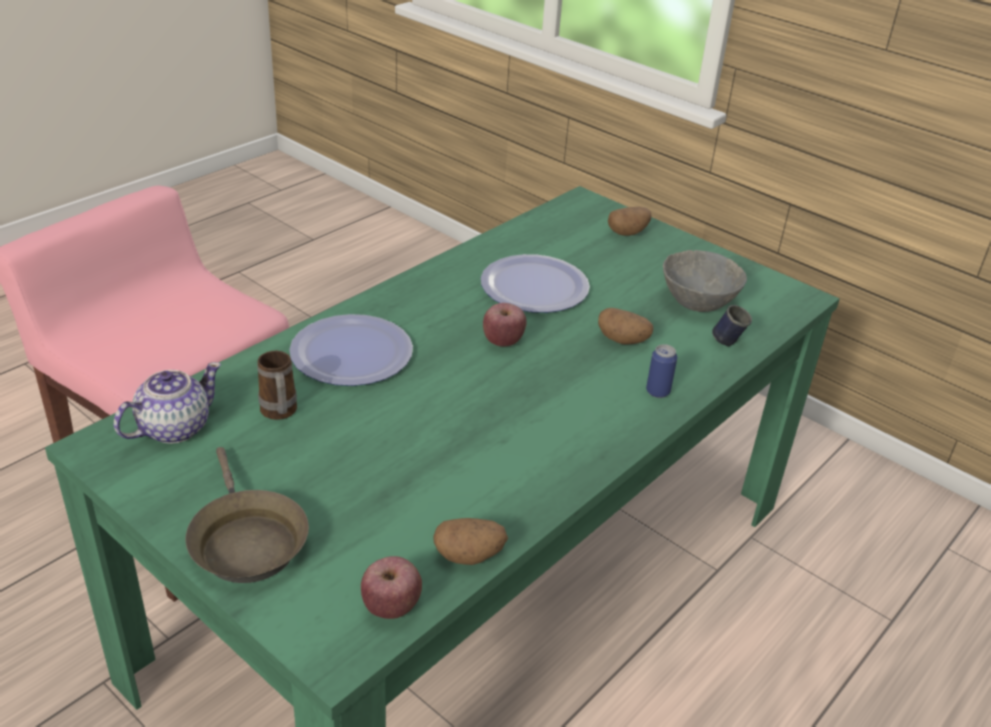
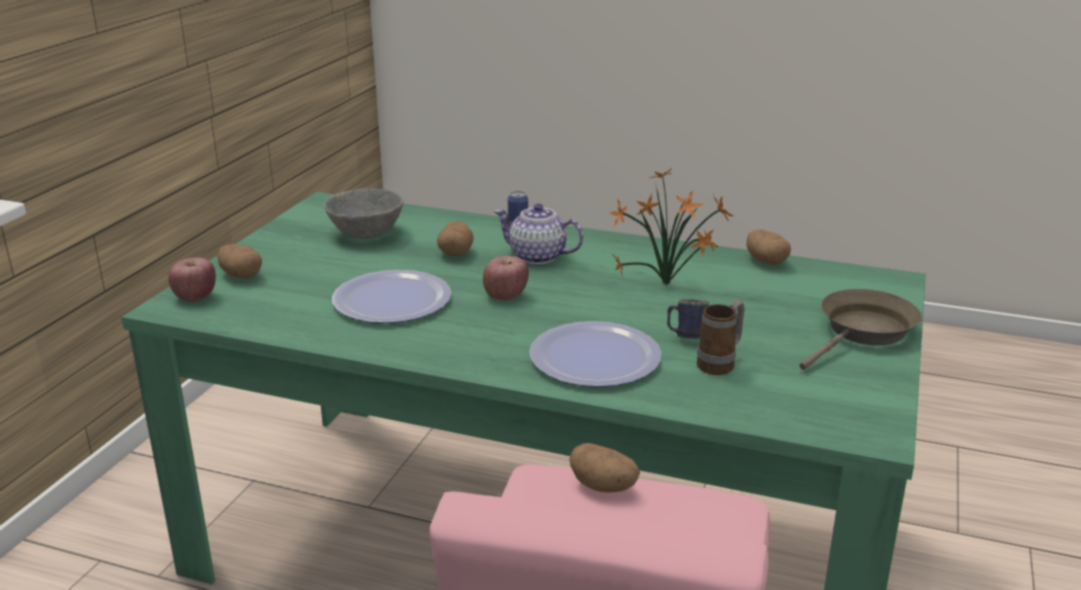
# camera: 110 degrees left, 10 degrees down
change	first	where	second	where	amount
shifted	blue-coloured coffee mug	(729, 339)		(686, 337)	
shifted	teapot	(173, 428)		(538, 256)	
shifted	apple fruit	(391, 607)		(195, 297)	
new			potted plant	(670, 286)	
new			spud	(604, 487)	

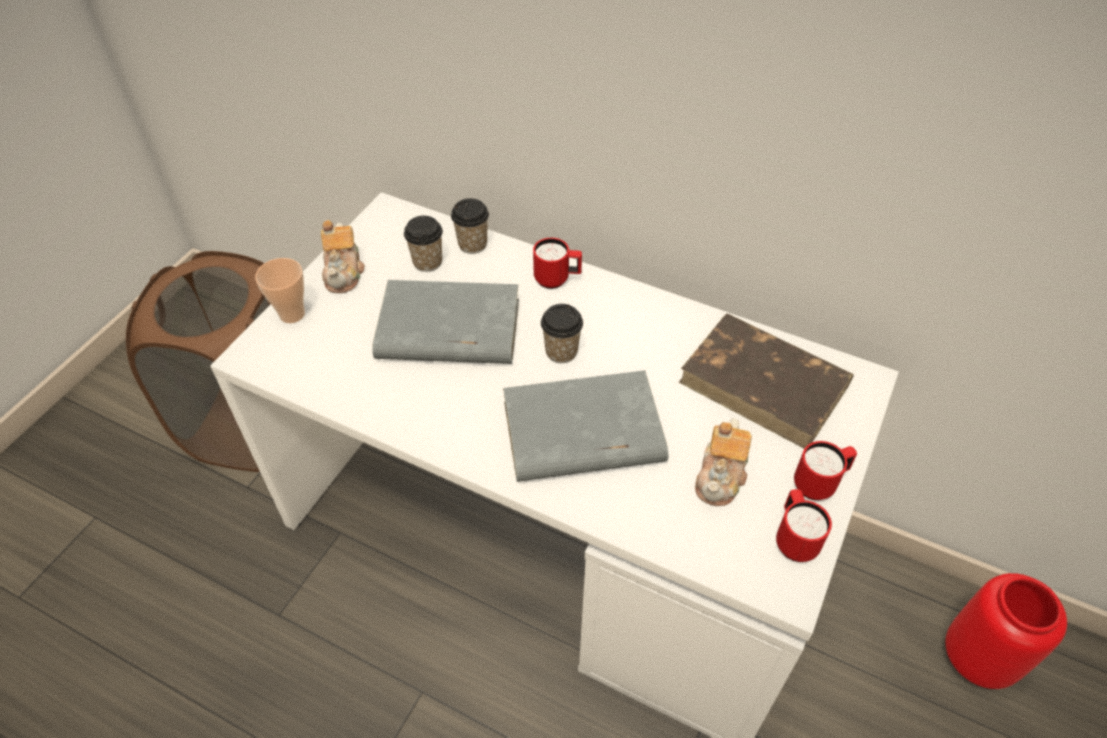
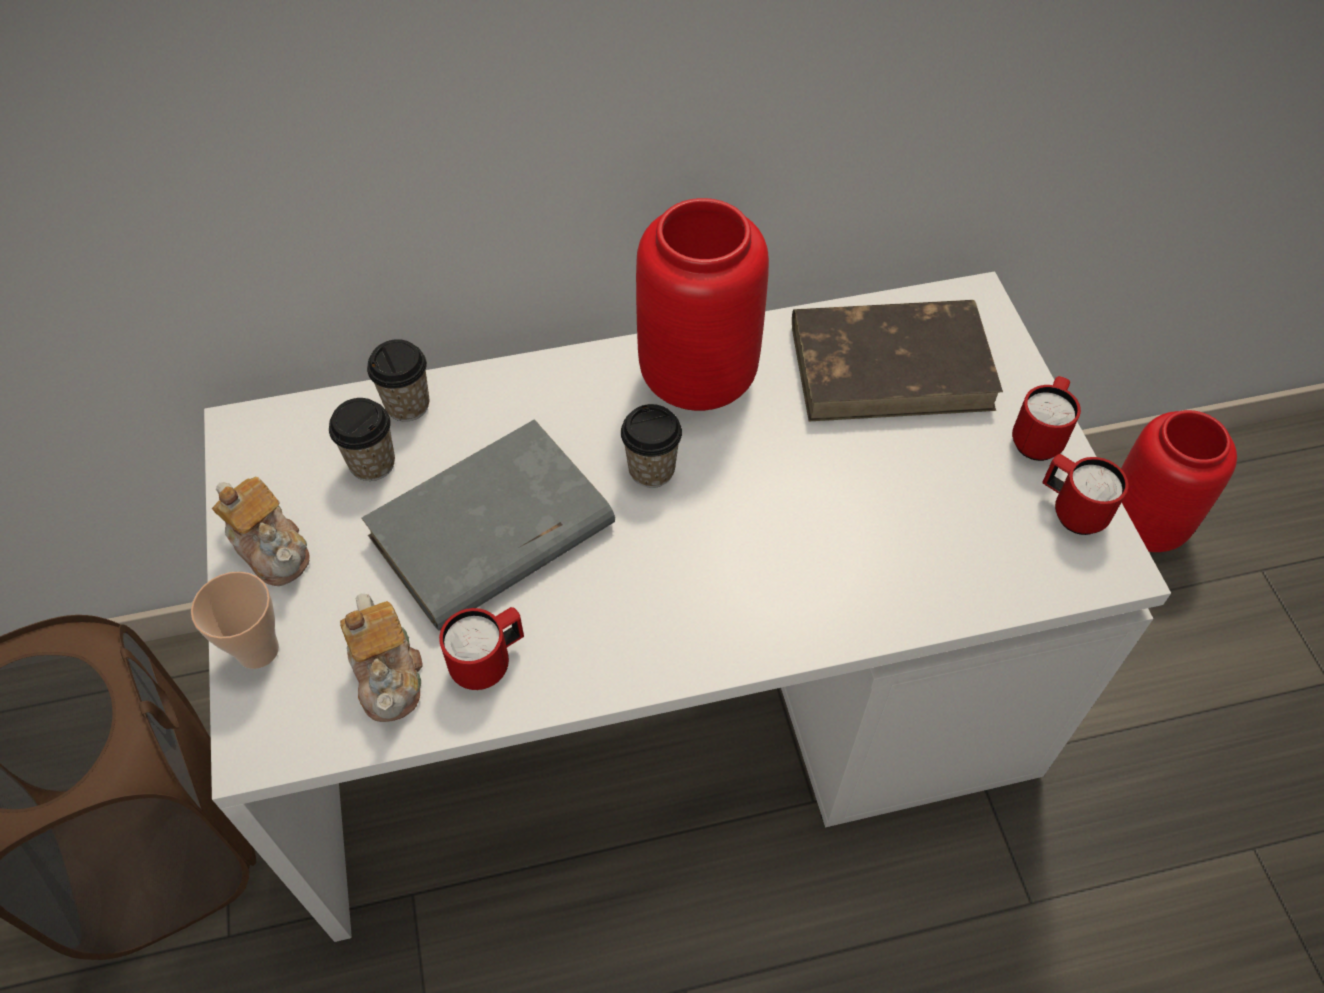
# camera: 40 degrees left, 5 degrees up
change	first	where	second	where	amount
shifted	red coffee mug	(557, 279)		(489, 662)	
gone	gray volume	(581, 433)			
shifted	teapot	(721, 477)		(389, 675)	
new			red decorative vase	(697, 380)	

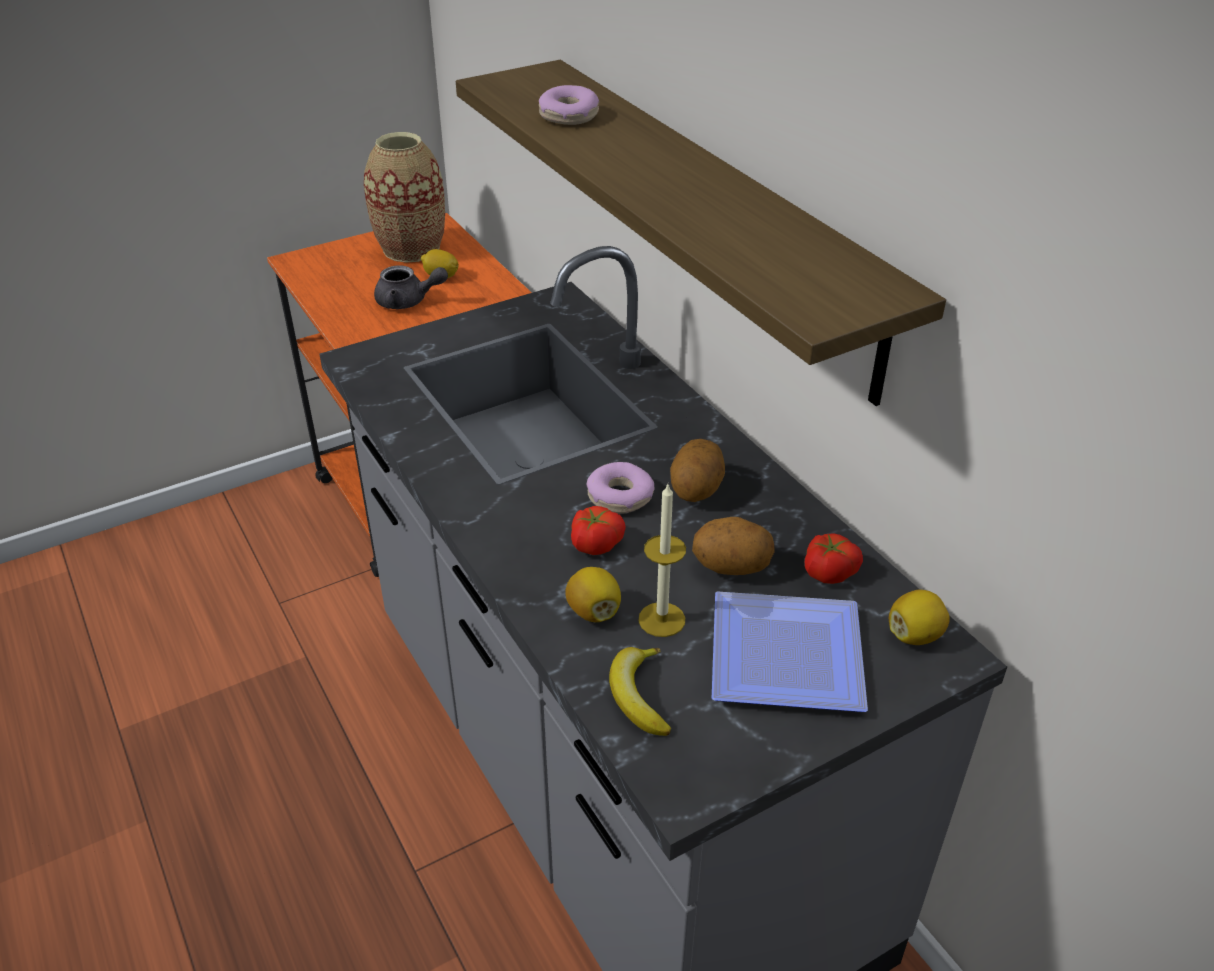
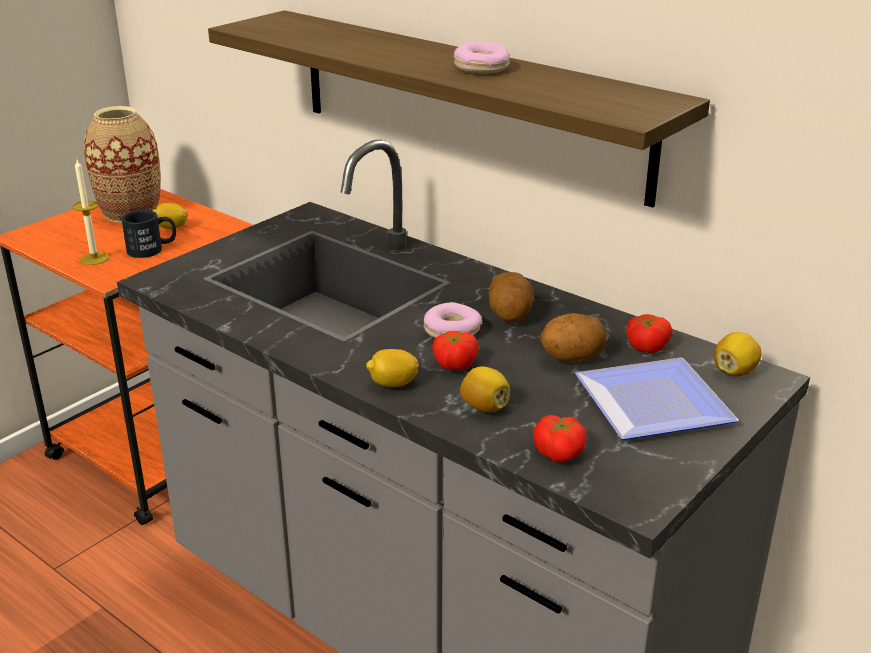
# camera: 20 degrees left, 10 degrees down
change	first	where	second	where	amount
shifted	ring doughnut	(568, 116)		(481, 68)	
swapped	gray teapot	(408, 302)	black coffee mug	(152, 249)	
shifted	candle	(661, 619)		(94, 258)	
swapped	whole banana	(639, 696)	fresh tomato	(560, 452)	
new			whole lemon	(393, 384)	

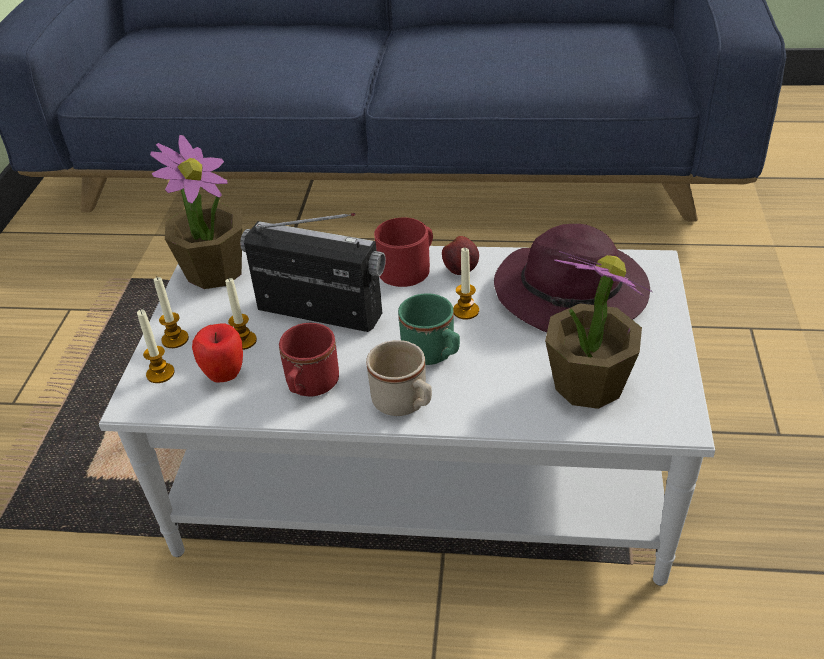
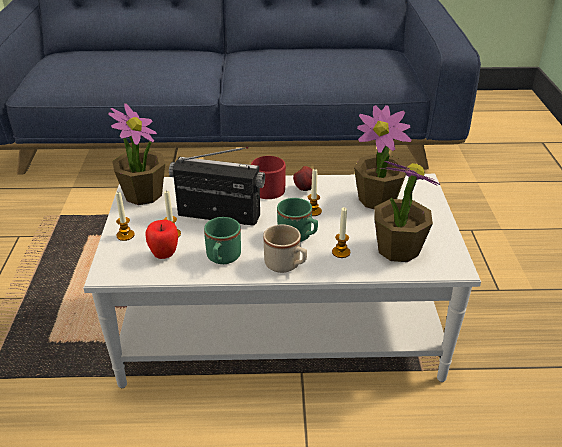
# camera: 10 degrees left, 5 degrees down
change	first	where	second	where	amount
swapped	purple-coloured wearable hat	(573, 294)	potted plant	(378, 199)	
shifted	candle	(160, 373)		(341, 252)	
repainted	red coffee mug	(310, 387)	green coffee mug	(222, 259)	

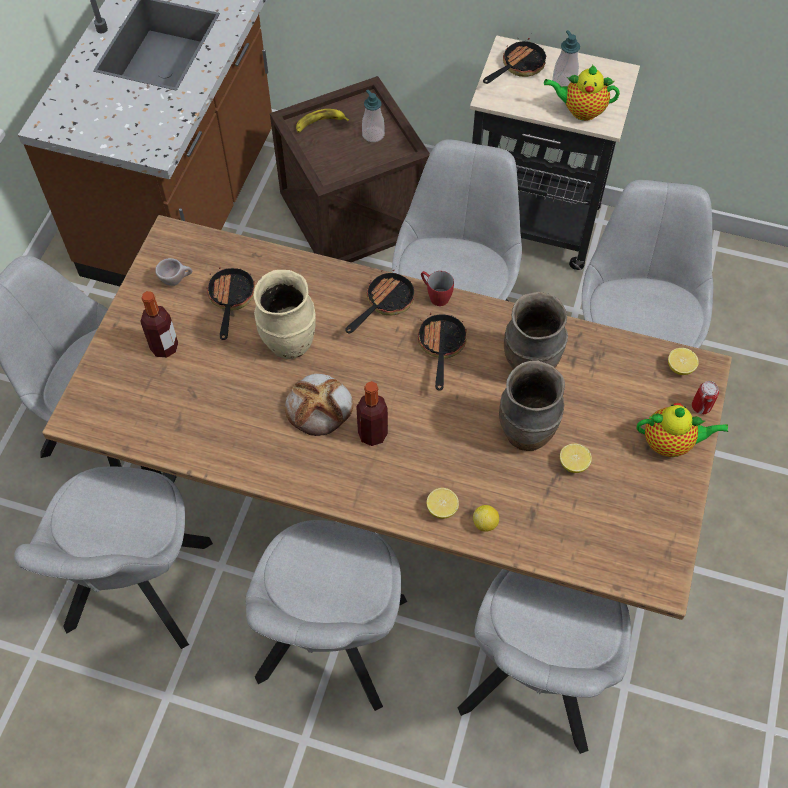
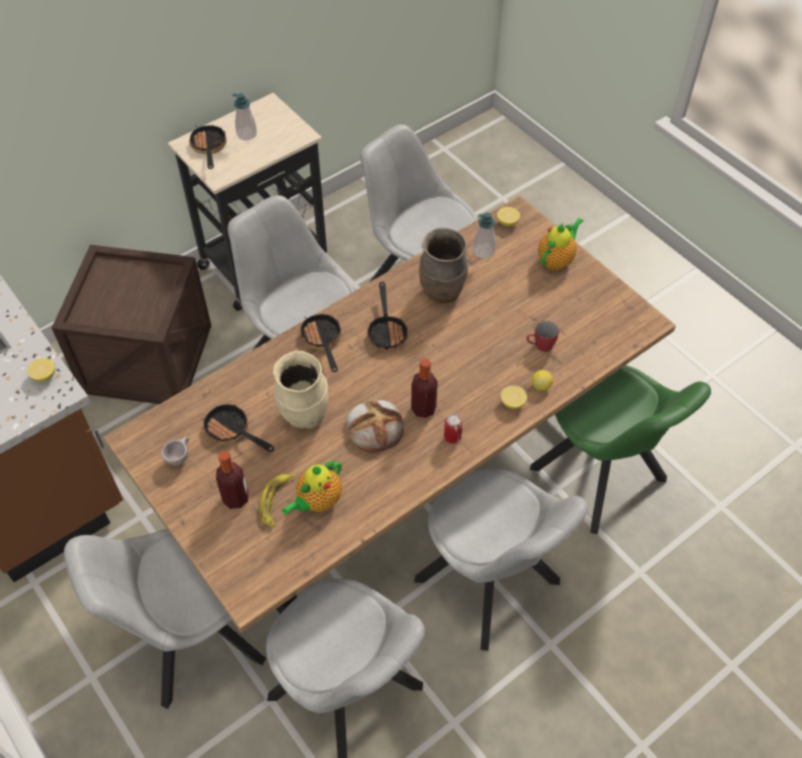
# camera: 55 degrees left, 5 degrees down
change	first	where	second	where	amount
shifted	teapot	(580, 111)		(317, 501)	
shifted	liquid soap bottle	(373, 135)		(484, 251)	
shifted	whole banana	(320, 123)		(276, 501)	
shifted	red coffee mug	(435, 295)		(540, 346)	
rotated	frying pan	(441, 347)		(387, 331)	135 degrees counterclockwise
gone	brownish decorative vase	(526, 433)			
shifted	metal can	(701, 406)		(452, 437)	
shifted	whole lemon	(573, 464)		(44, 375)	
repainted	gray upright chair	(534, 680)	green upright chair	(601, 476)	

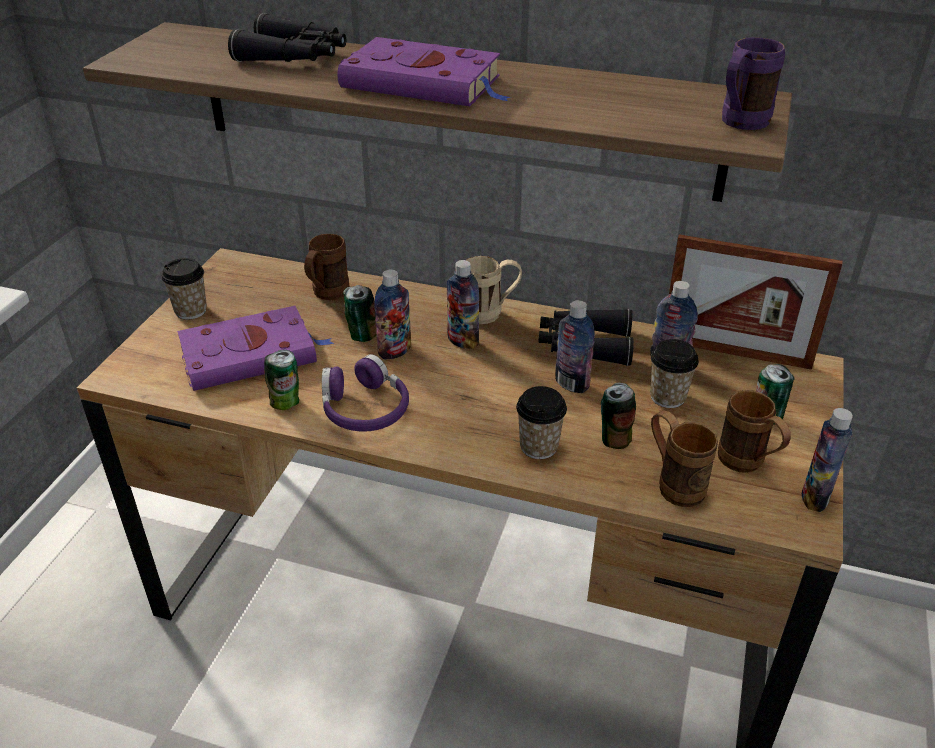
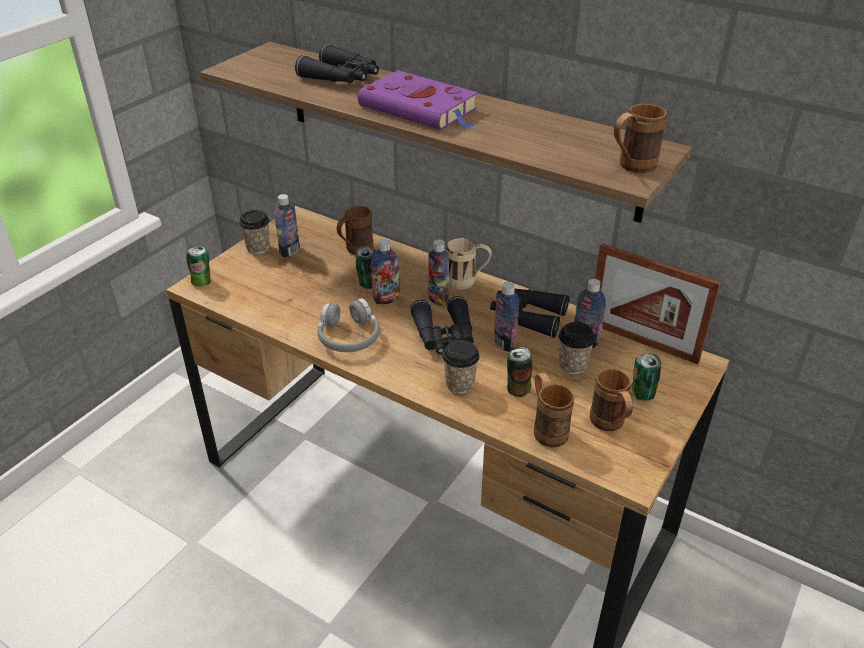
# camera: 15 degrees right, 0 degrees up
change	first	where	second	where	amount
repainted	purple-coloured coffee mug	(738, 124)	brownish coffee mug	(630, 167)	
gone	purple-coloured volume	(252, 354)			
shifted	metal can	(286, 403)		(202, 282)	
repainted	purple-coloured headphones	(364, 408)	gray headphones	(348, 336)	
shifted	drink bottle	(815, 497)		(289, 251)	
new			black pair of binoculars	(444, 336)	

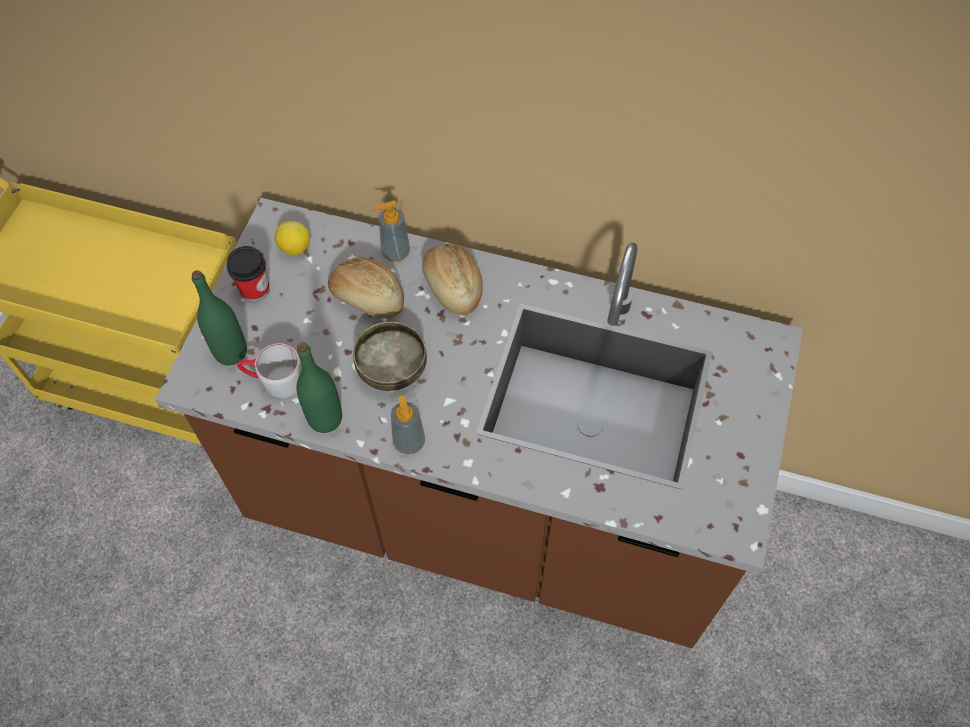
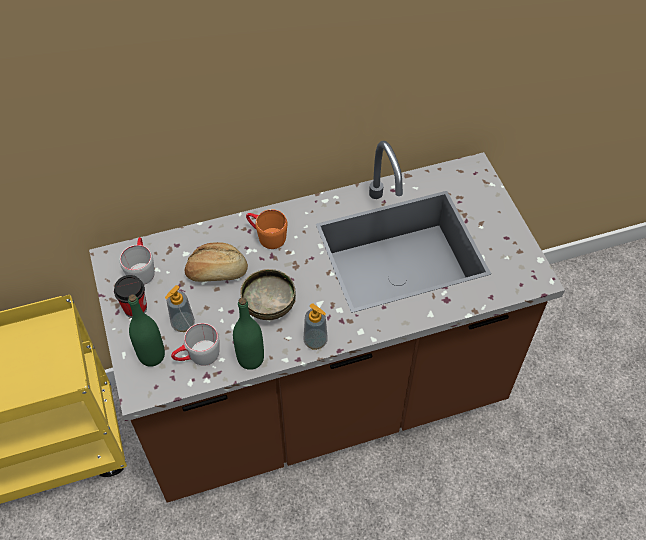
# camera: 35 degrees left, 5 degrees down
change	first	where	second	where	amount
shifted	liquid soap bottle	(395, 252)		(183, 324)	
swapped	whole lemon	(294, 248)	gray coffee mug	(141, 268)	
swapped	bakery bread	(453, 286)	orangey coffee mug	(266, 236)	

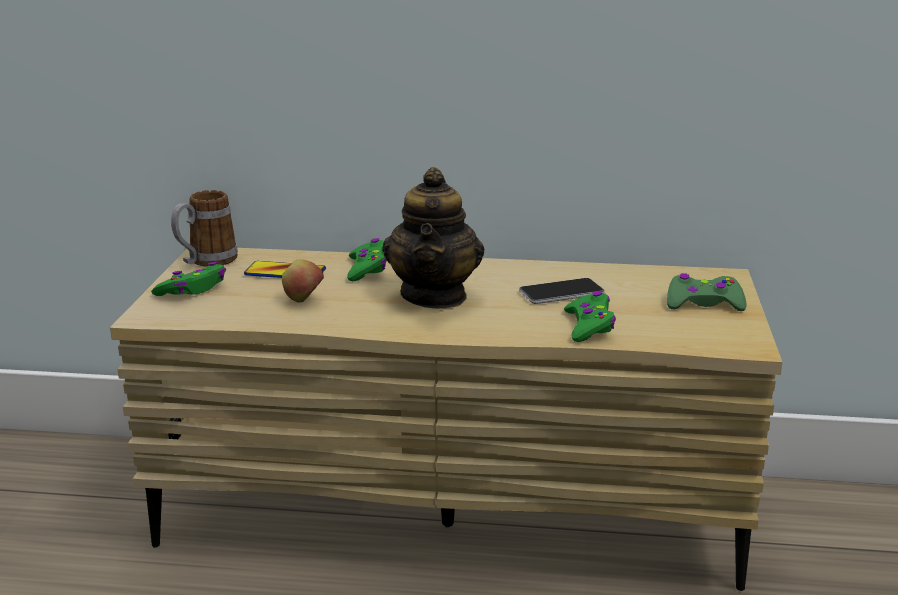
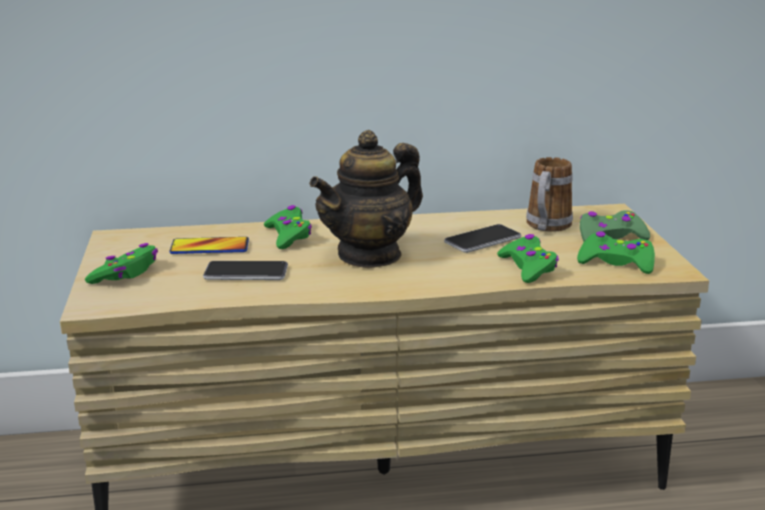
# camera: 15 degrees left, 0 degrees up
change	first	where	second	where	amount
rotated	teapot	(434, 296)		(370, 255)	60 degrees clockwise
shifted	coffee mug	(206, 262)		(546, 227)	
swapped	apple fruit	(303, 301)	handset	(246, 272)	
new			green game controller	(616, 262)	

